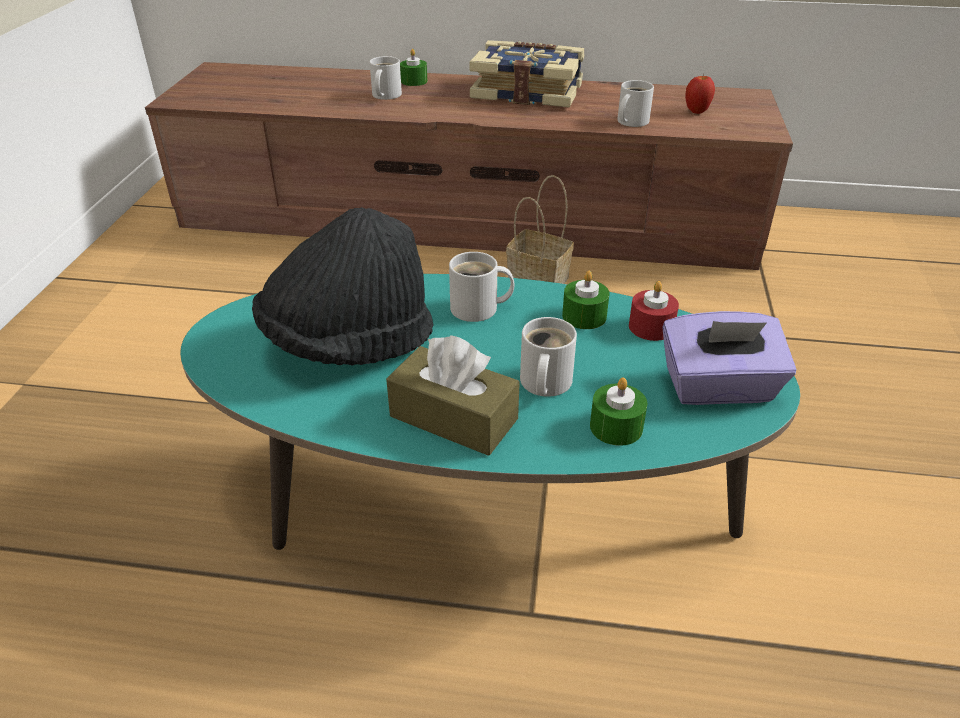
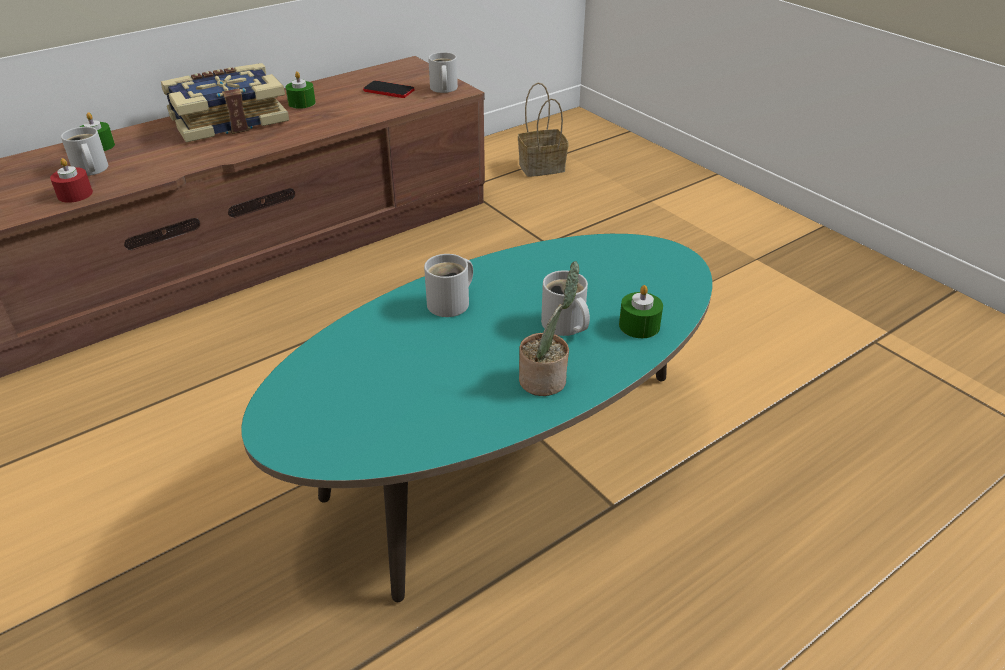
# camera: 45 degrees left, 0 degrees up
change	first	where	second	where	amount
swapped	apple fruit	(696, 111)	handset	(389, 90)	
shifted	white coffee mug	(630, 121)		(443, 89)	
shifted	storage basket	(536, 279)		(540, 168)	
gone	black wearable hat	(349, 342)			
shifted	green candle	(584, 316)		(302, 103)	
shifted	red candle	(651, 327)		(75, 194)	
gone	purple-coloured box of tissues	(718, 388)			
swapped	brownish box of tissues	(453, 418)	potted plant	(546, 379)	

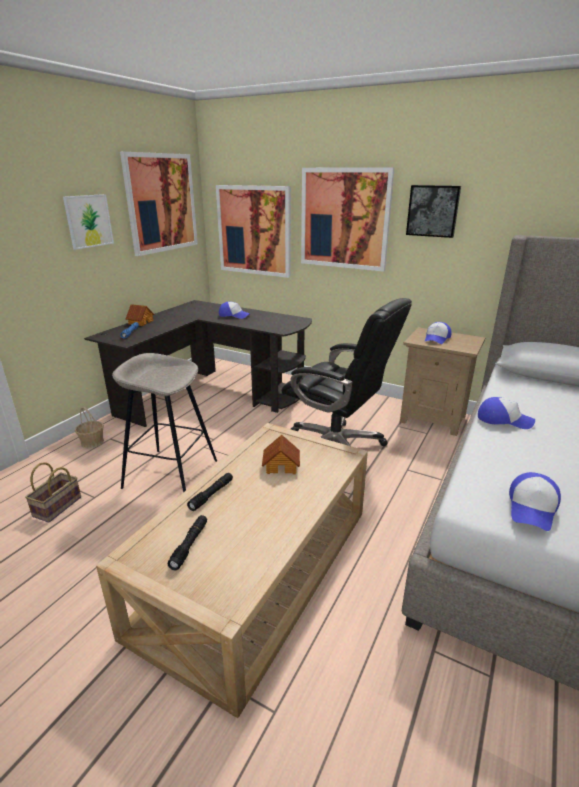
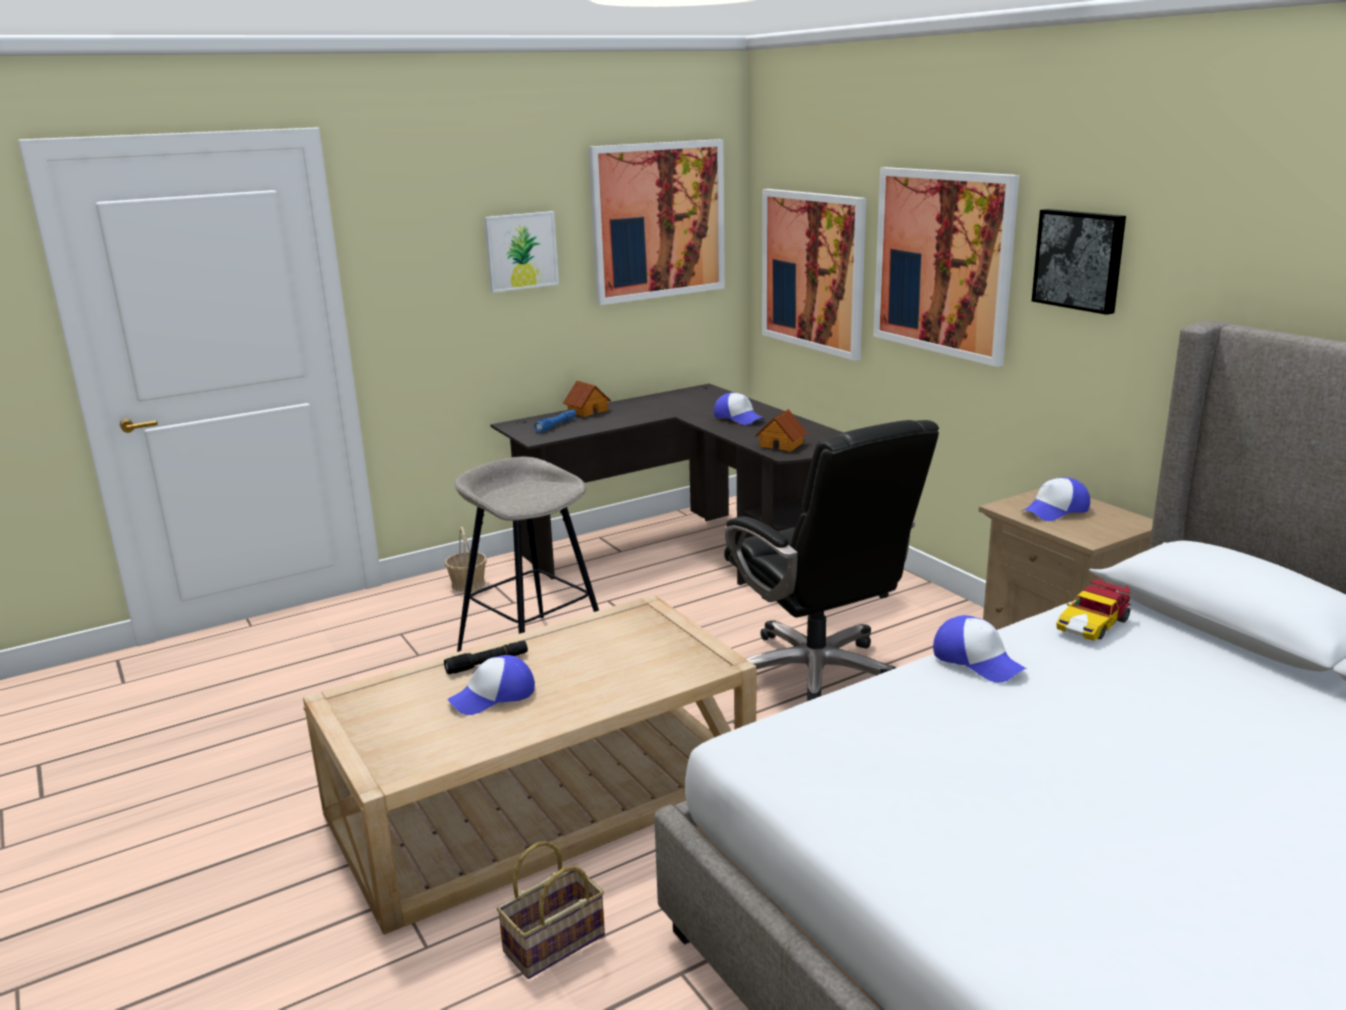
# camera: 30 degrees right, 5 degrees down
change	first	where	second	where	amount
shifted	miniature house	(281, 465)		(782, 445)	
shifted	storage basket	(57, 507)		(553, 945)	
shifted	cap	(532, 508)		(493, 696)	
gone	black flashlight	(189, 545)			
new			miniature car	(1093, 624)	

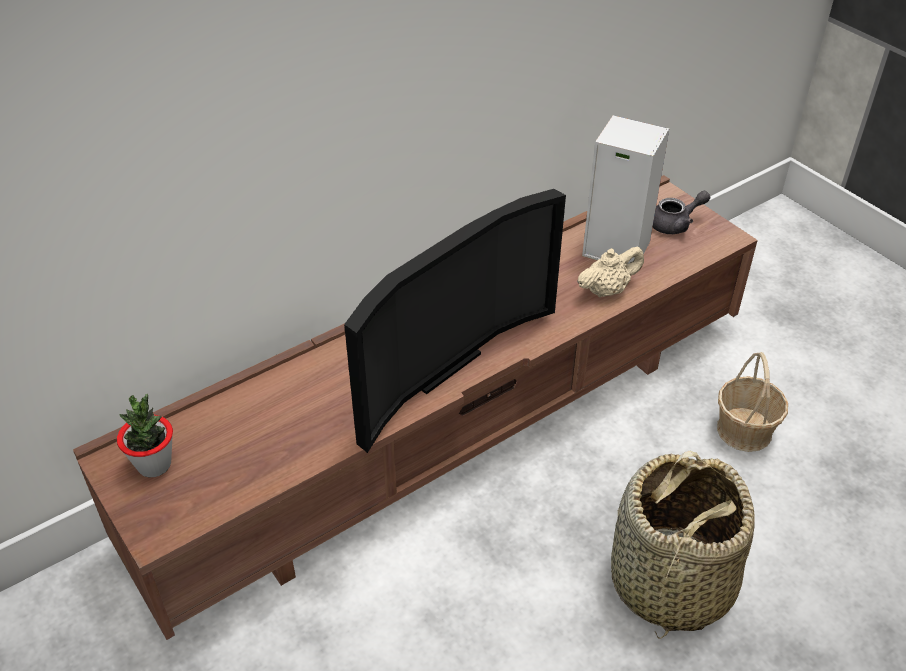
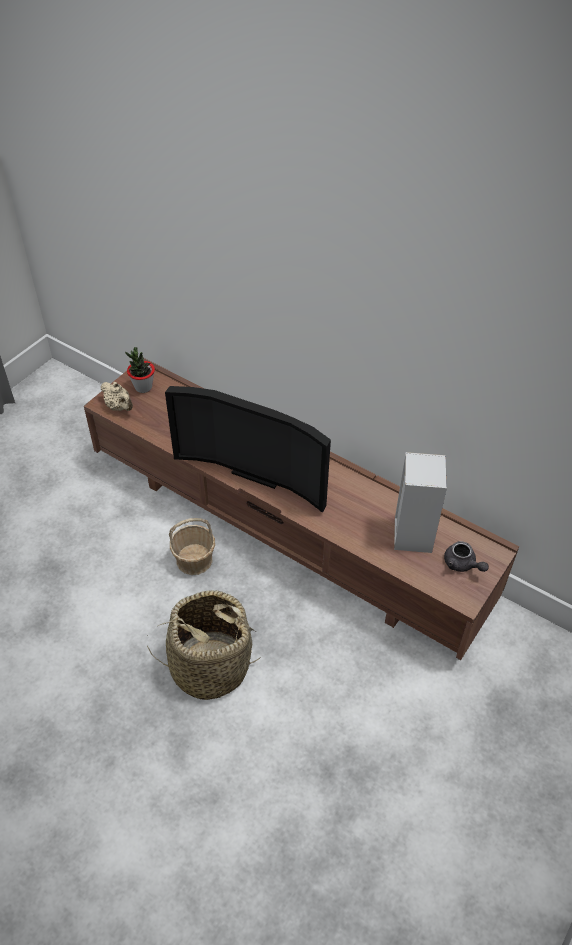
# camera: 70 degrees right, 5 degrees up
change	first	where	second	where	amount
shifted	sand-coloured teapot	(607, 290)		(119, 407)	
shifted	storage basket	(744, 430)		(194, 560)	

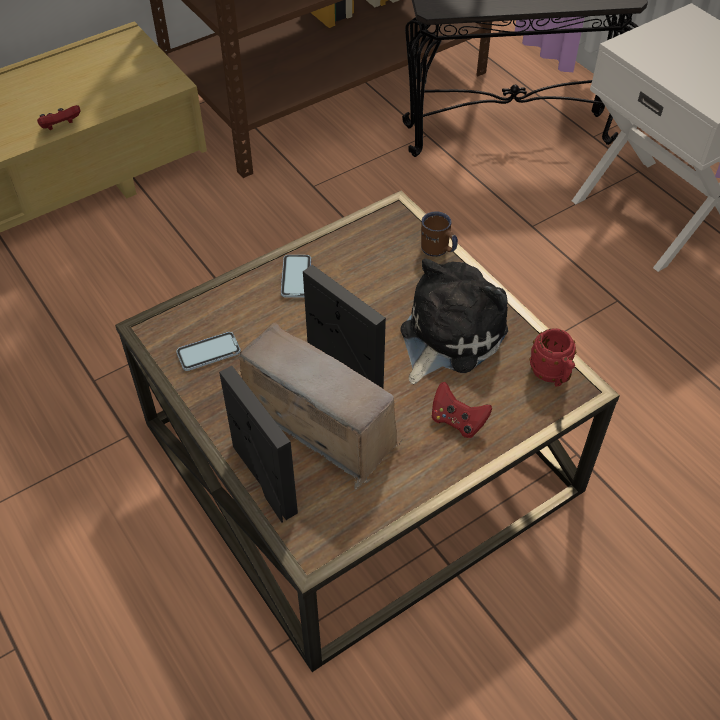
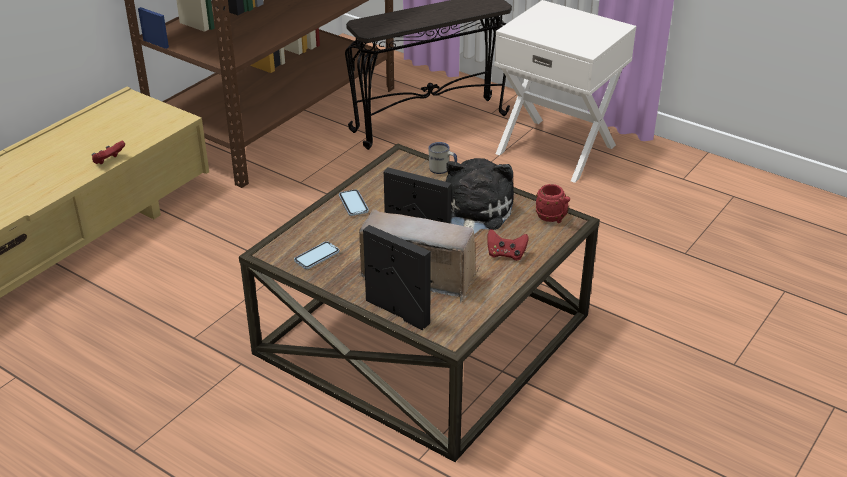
# camera: 20 degrees left, 15 degrees down
change	first	where	second	where	amount
repainted	brownish coffee mug	(438, 250)	white coffee mug	(442, 170)	

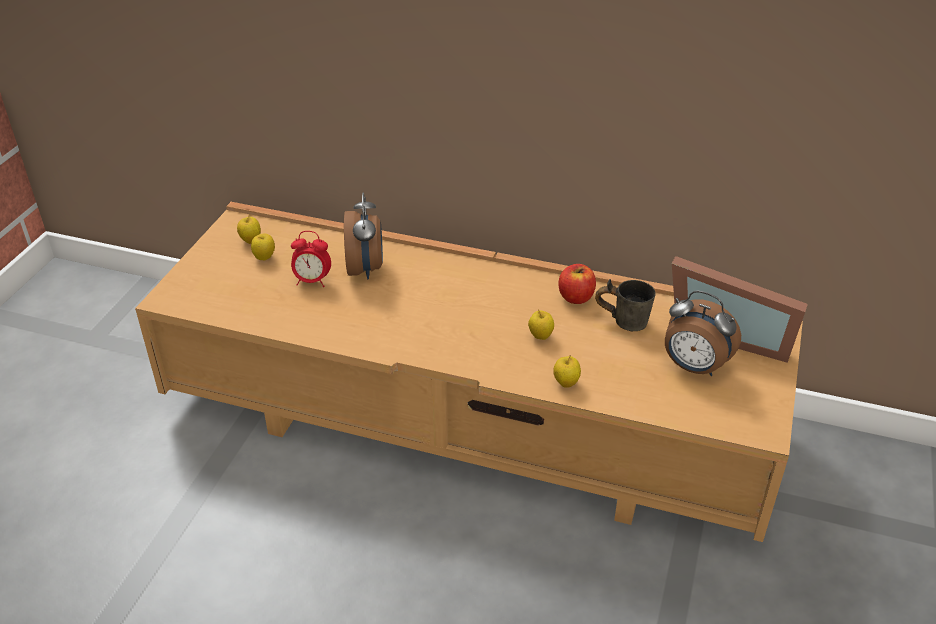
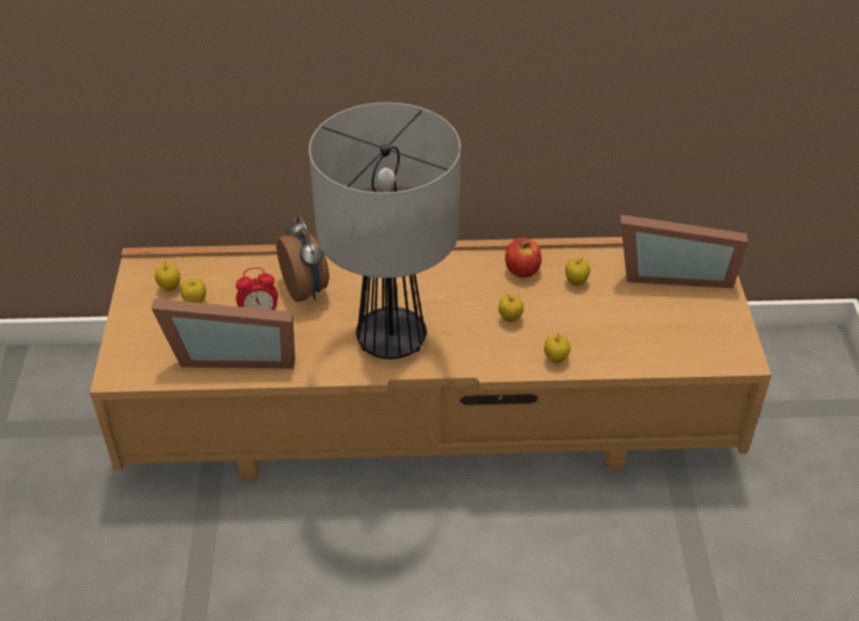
# camera: 20 degrees left, 5 degrees up
change	first	where	second	where	amount
swapped	gray coffee mug	(624, 319)	apple fruit	(576, 282)	
gone	table clock	(693, 367)			
new			tabletop lamp	(391, 339)	
new			photo frame	(233, 353)	

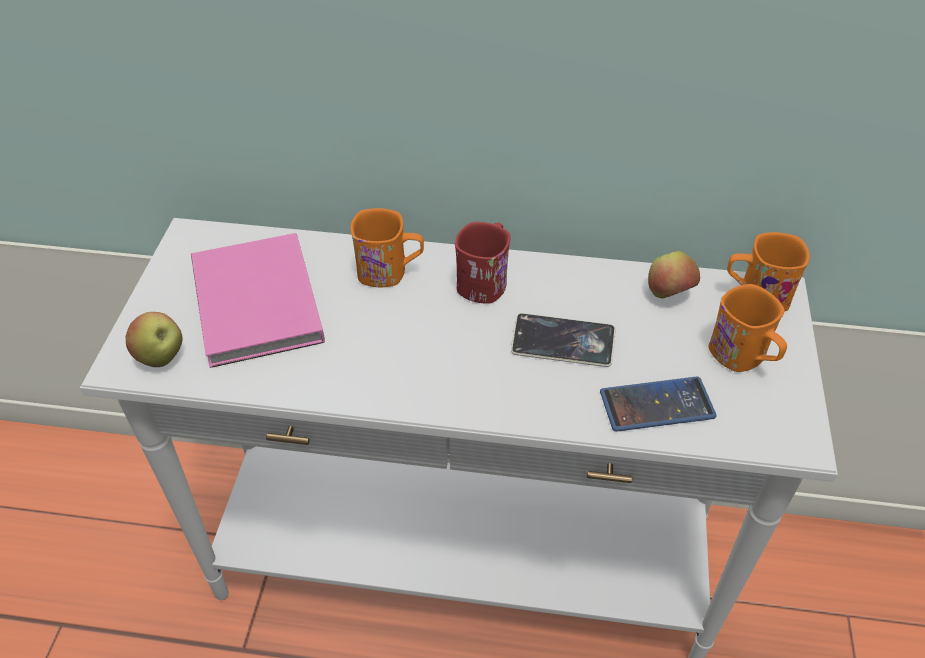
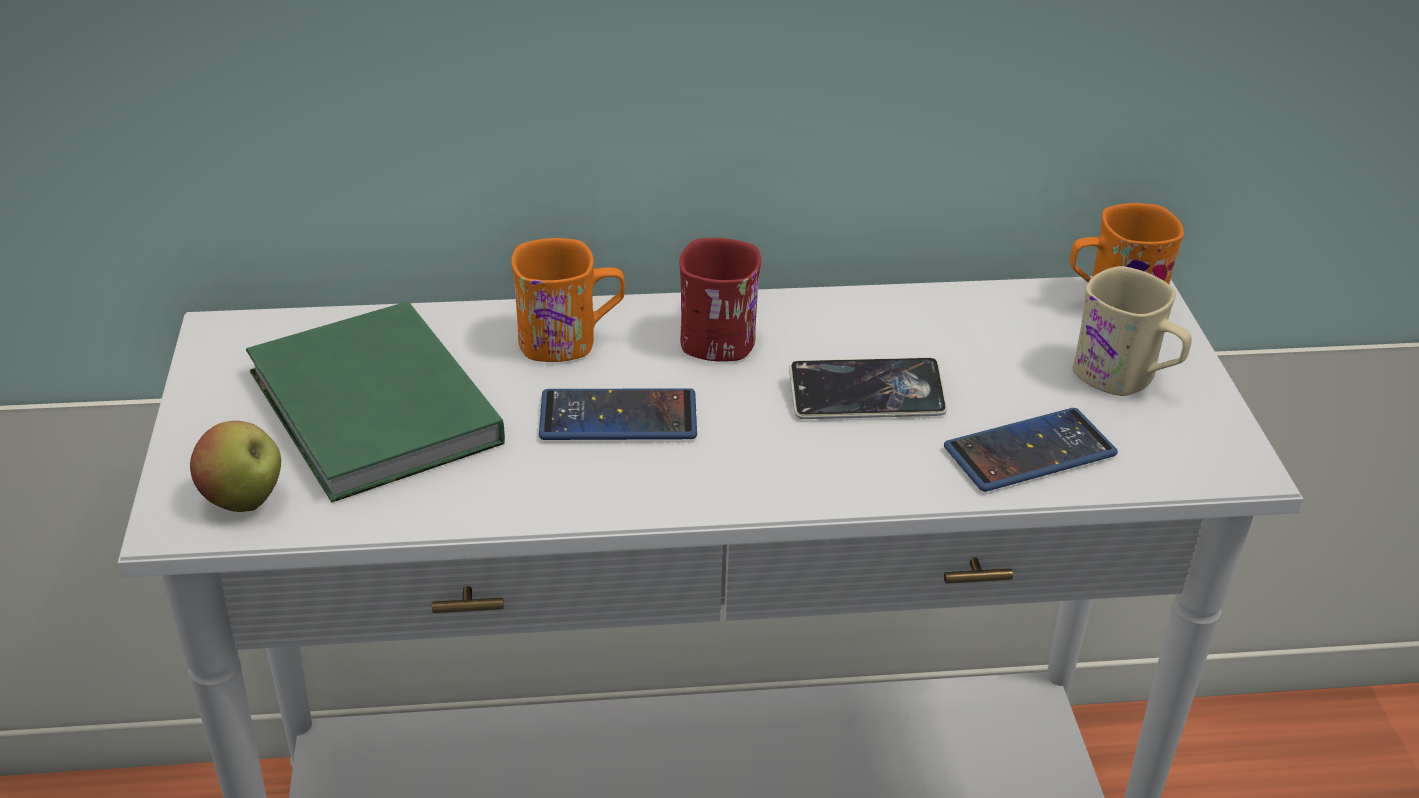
# camera: 15 degrees left, 10 degrees down
change	first	where	second	where	amount
repainted	pinkish volume	(255, 306)	green volume	(373, 412)	
gone	apple fruit	(669, 294)			
repainted	orangey coffee mug	(743, 358)	sand-coloured coffee mug	(1126, 379)	
new			handset	(618, 417)	

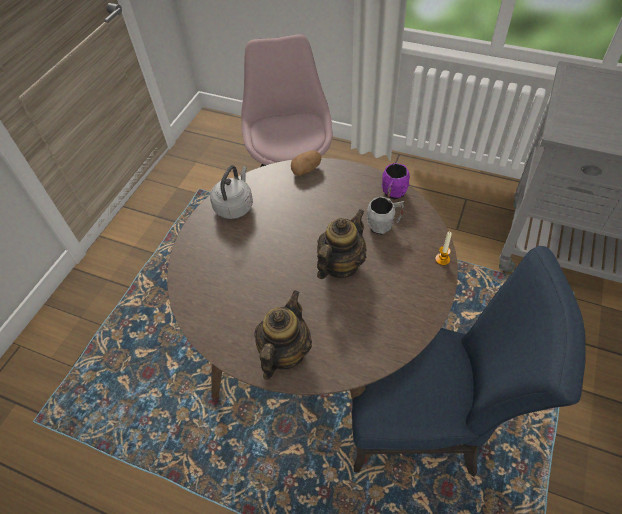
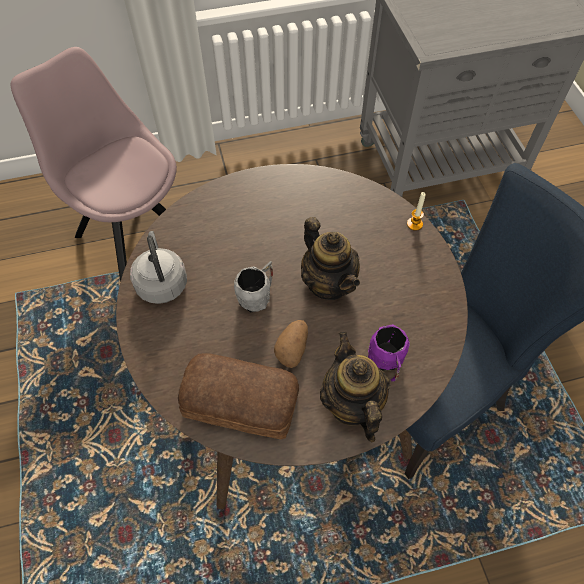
# camera: 40 degrees left, 5 degrees up
change	first	where	second	where	amount
shifted	spud	(306, 169)		(292, 349)	
shifted	purple-coloured coffee mug	(392, 194)		(386, 363)	
shifted	gray coffee mug	(384, 225)		(257, 297)	
rotated	teapot	(340, 265)		(328, 283)	150 degrees clockwise
new			bakery bread	(242, 404)	

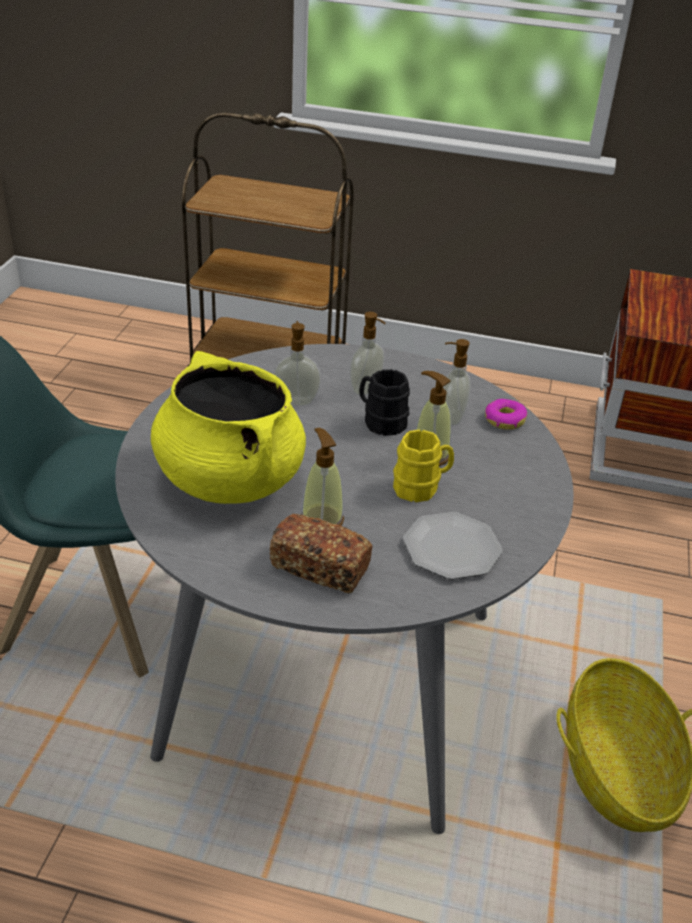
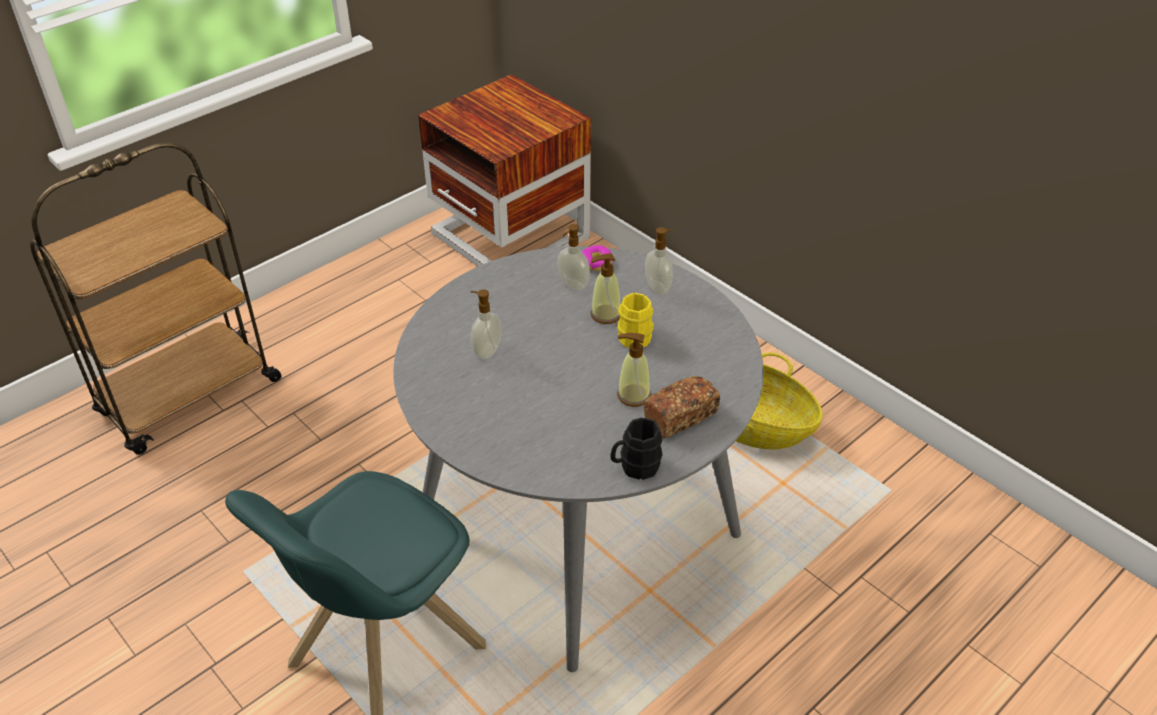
# camera: 55 degrees left, 5 degrees up
change	first	where	second	where	amount
shifted	liquid soap bottle	(366, 390)		(658, 287)	
gone	yellowish stockpot	(229, 479)			
shifted	black coffee mug	(380, 421)		(635, 466)	
gone	plate	(452, 549)			

